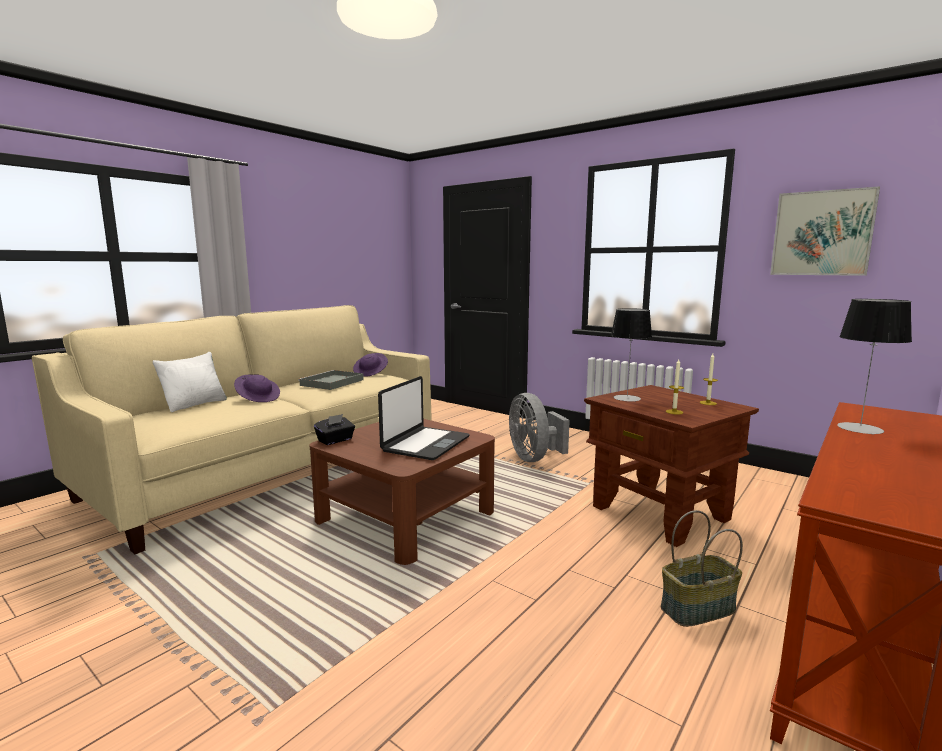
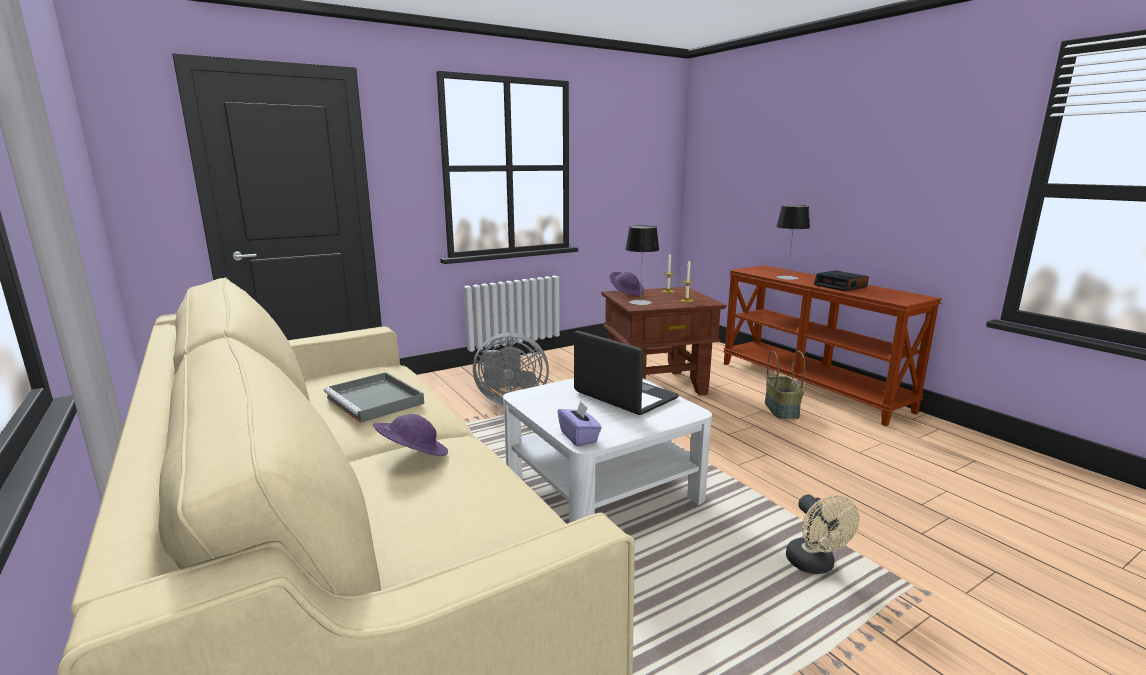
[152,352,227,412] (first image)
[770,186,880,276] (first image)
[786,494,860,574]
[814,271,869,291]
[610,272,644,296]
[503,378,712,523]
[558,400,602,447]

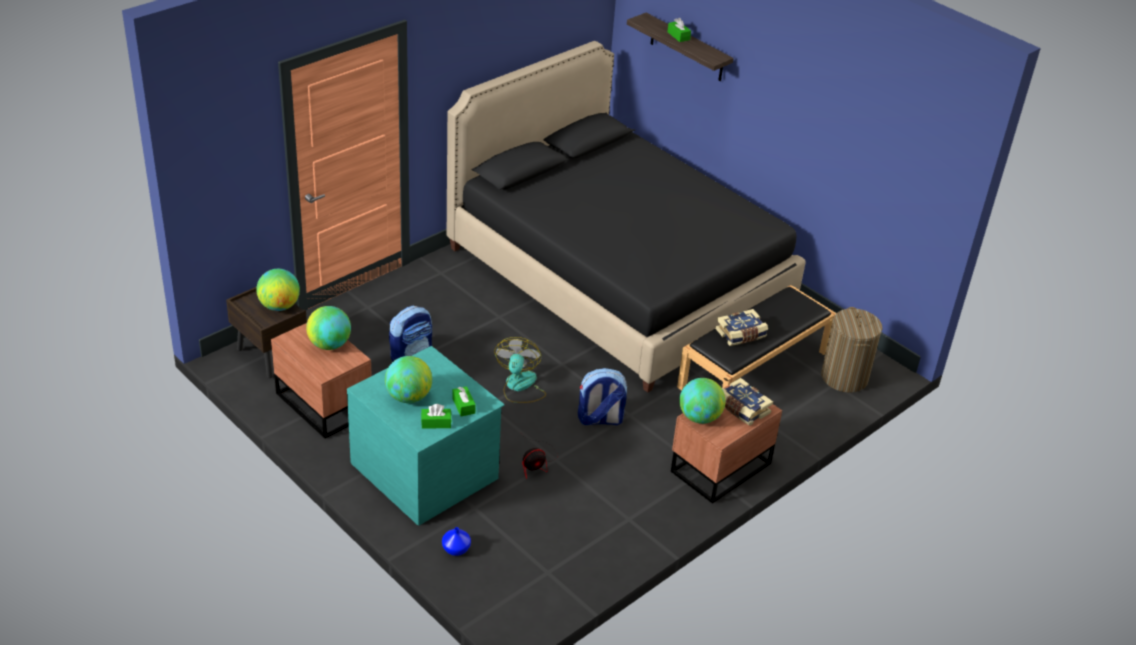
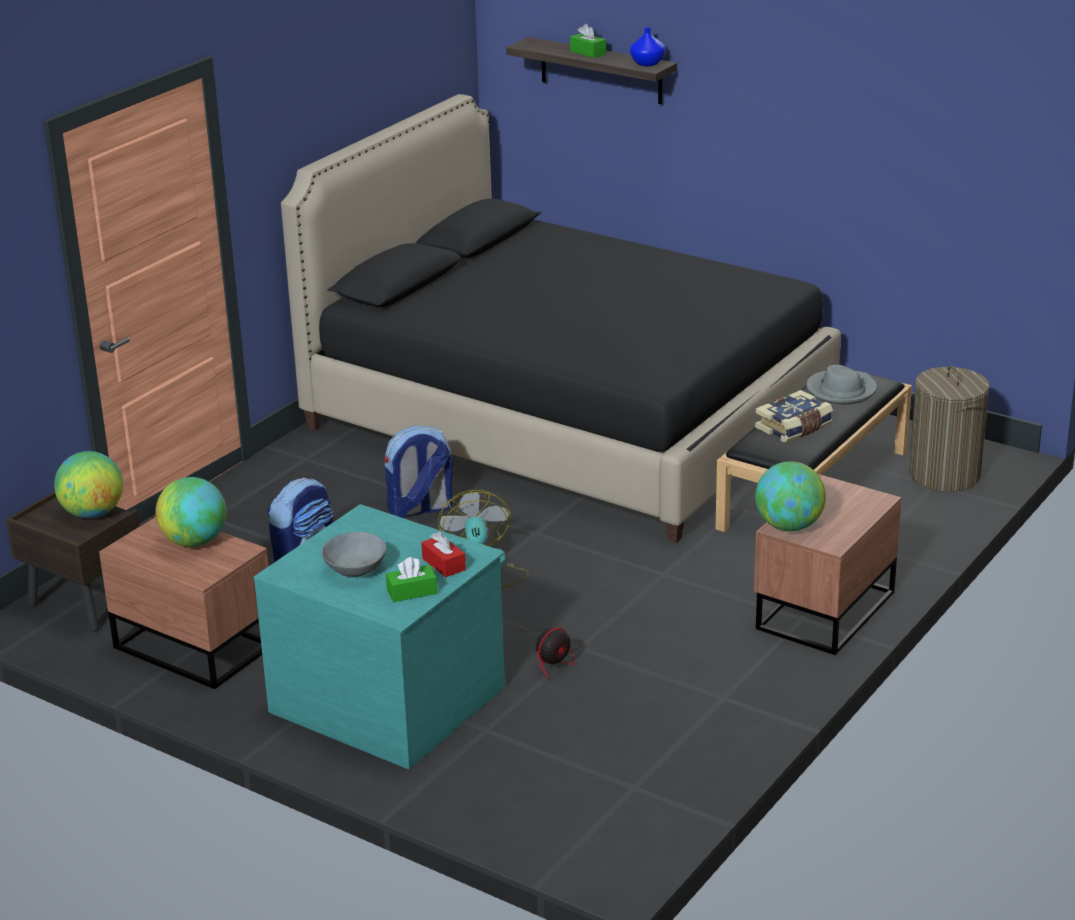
[722,378,773,426] (first image)
[806,365,877,405]
[630,27,665,66]
[384,426,453,518]
[321,532,386,577]
[421,531,466,577]

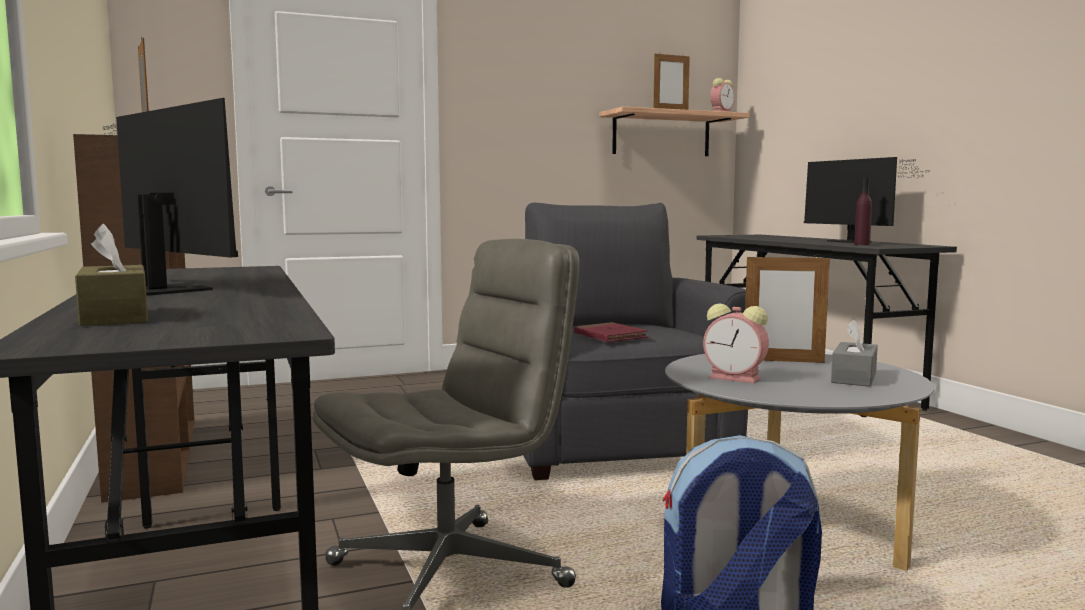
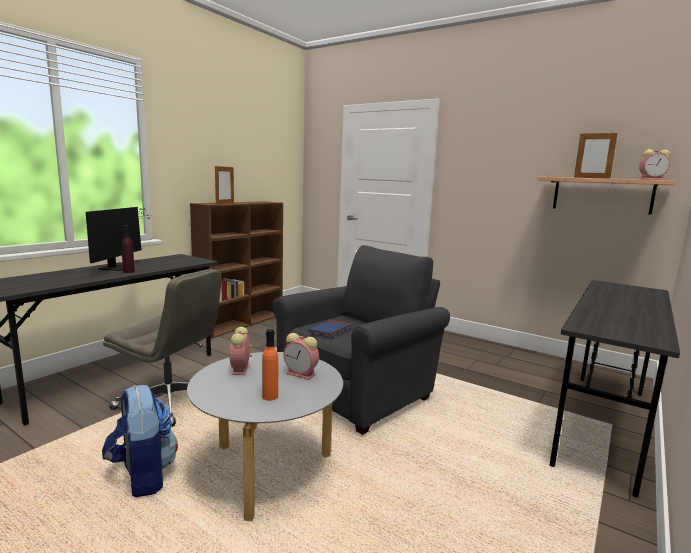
[75,223,148,326] (first image)
[804,157,921,243] (first image)
[121,226,135,273]
[284,333,319,380]
[262,329,278,401]
[308,320,352,337]

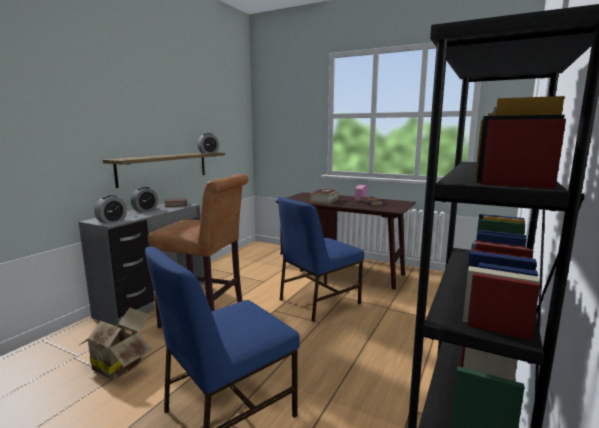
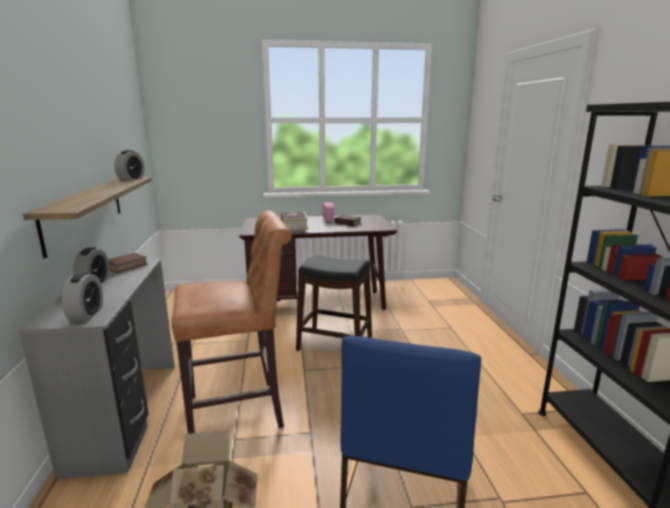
[296,255,372,351]

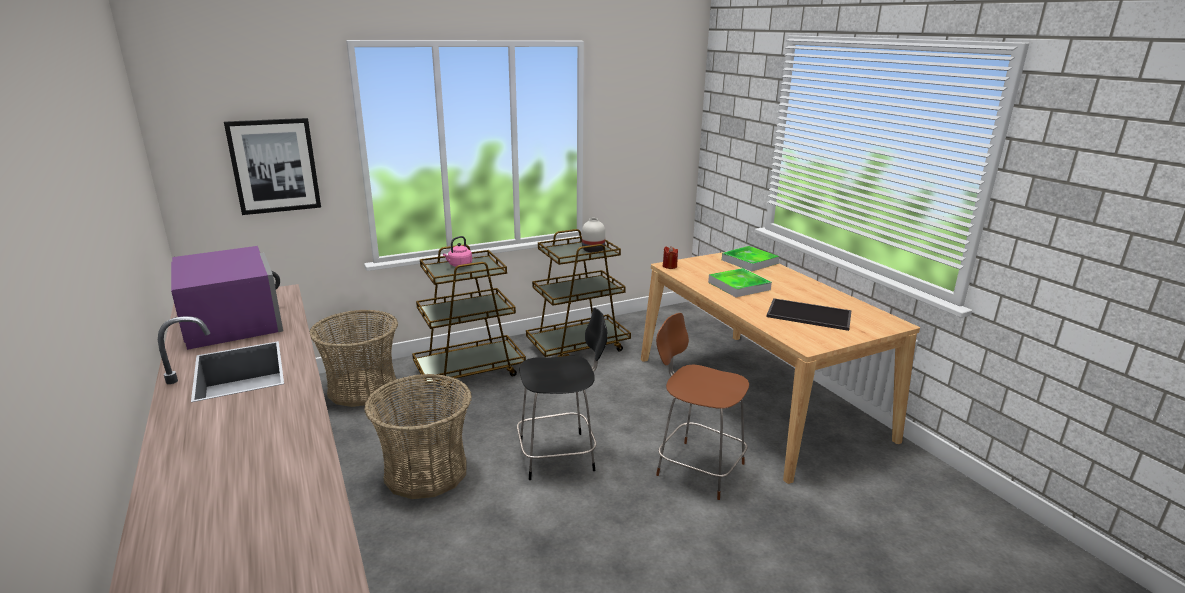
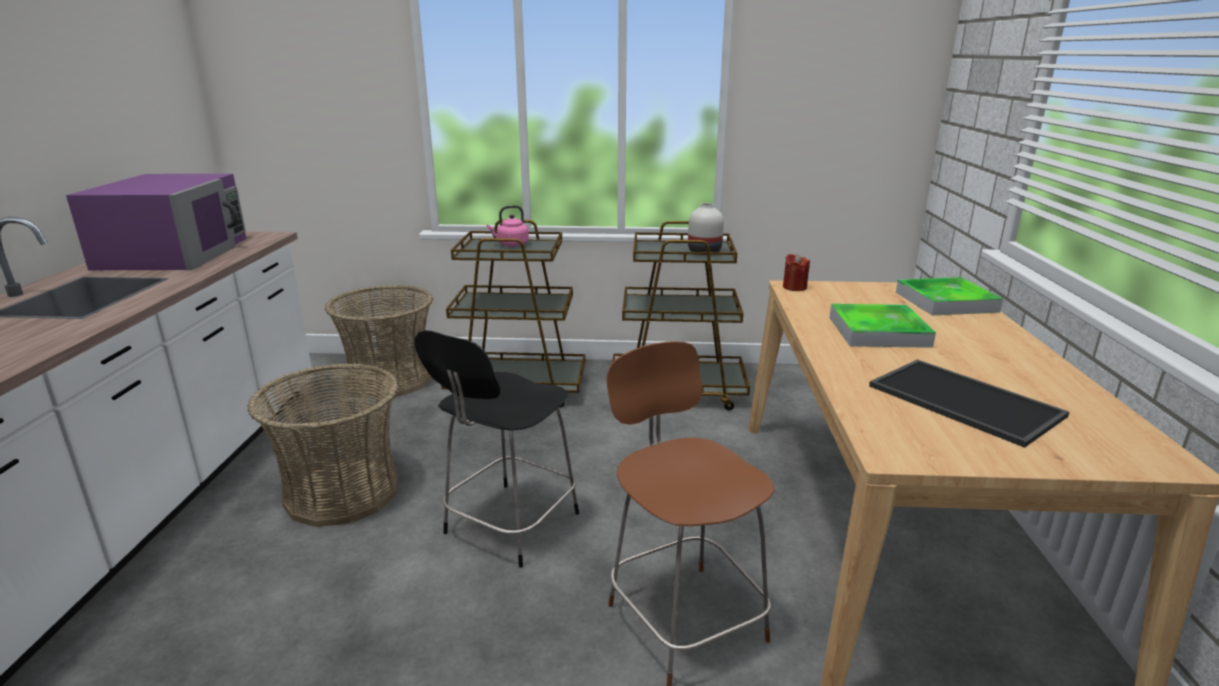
[224,118,321,215] (first image)
[414,330,579,568]

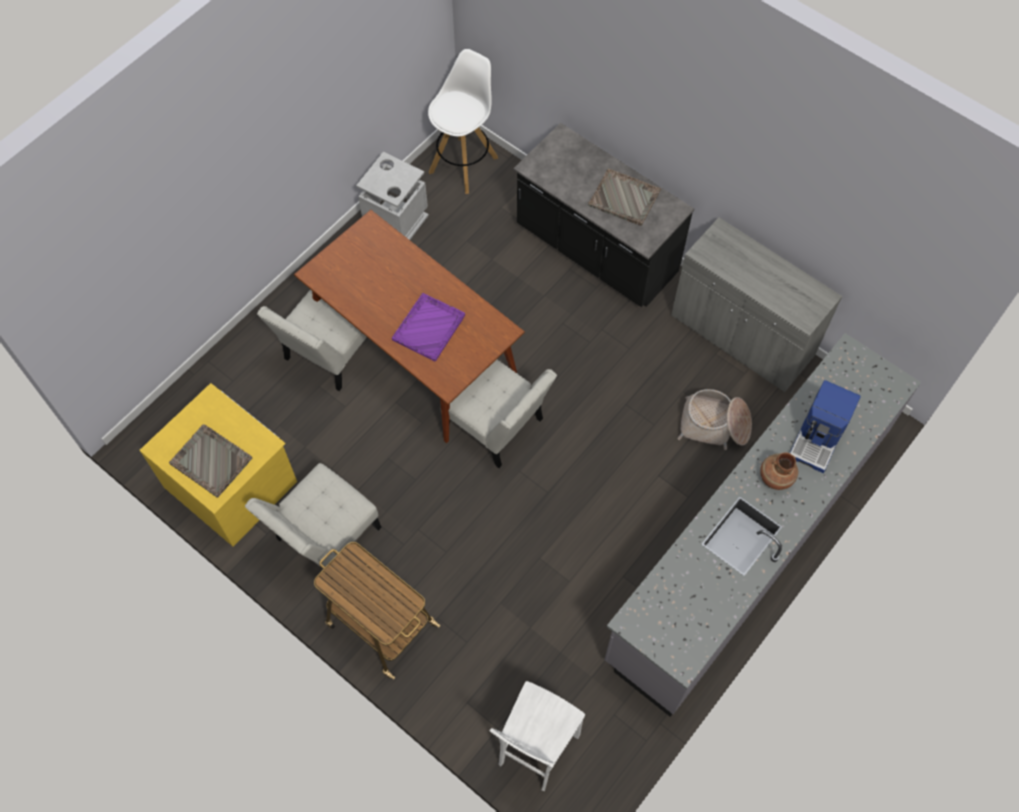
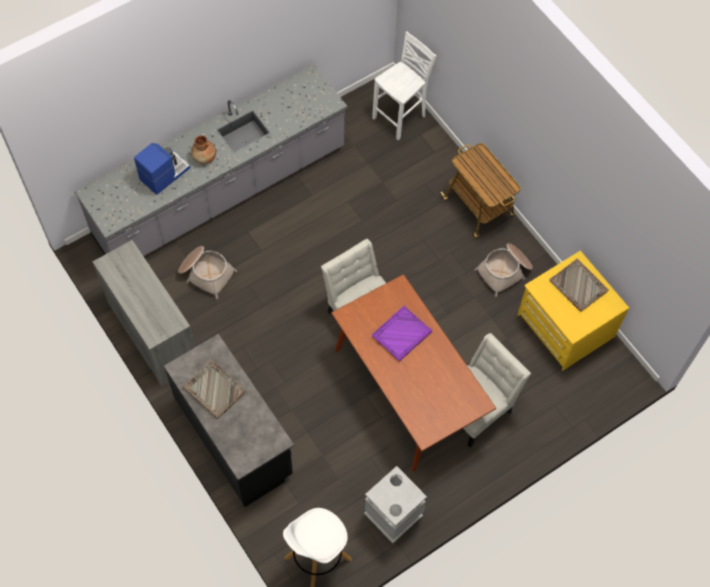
[474,243,533,297]

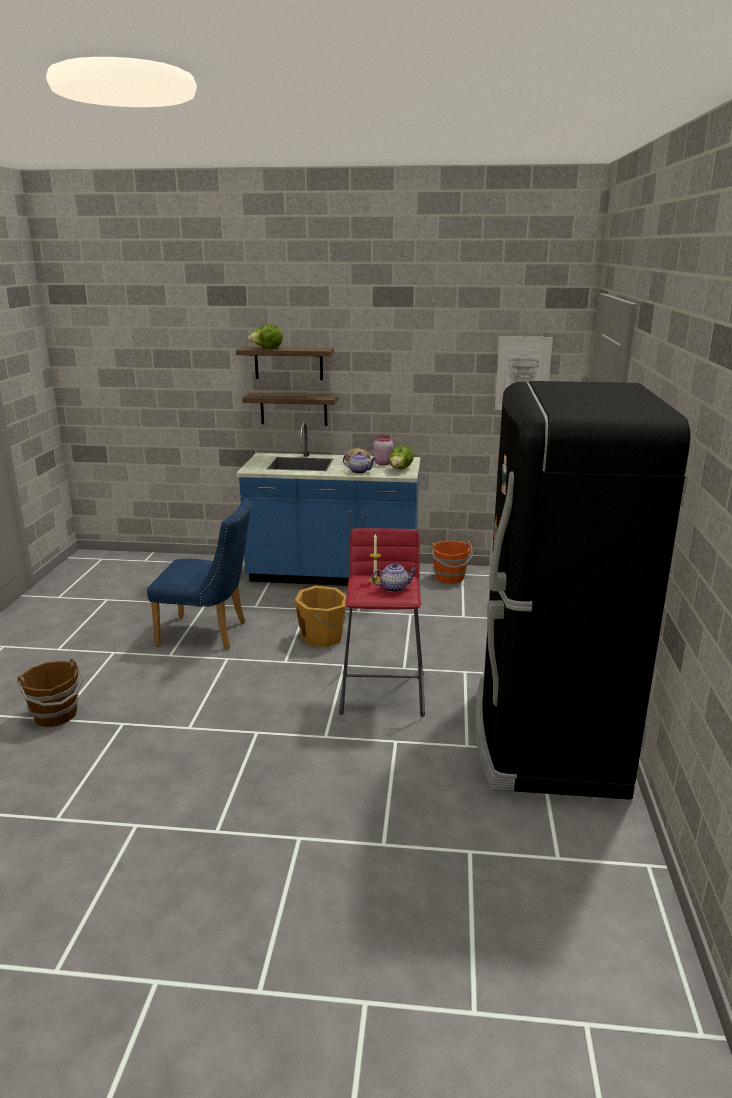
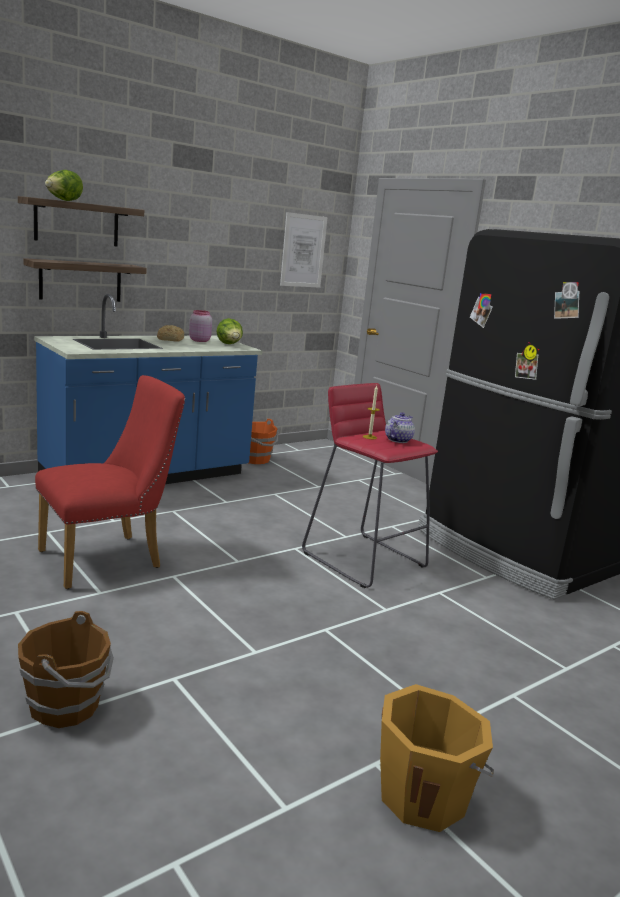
[343,451,376,474] (first image)
[380,684,494,832]
[35,375,185,589]

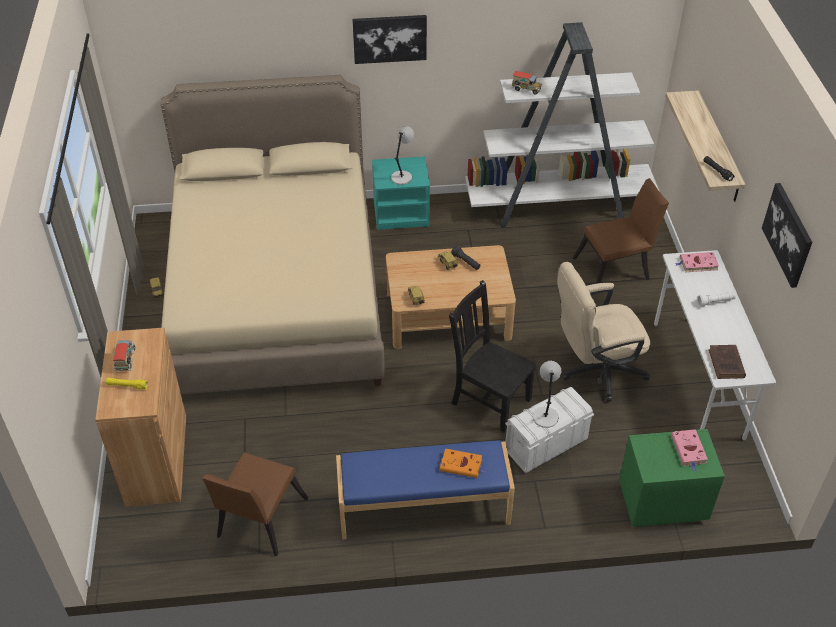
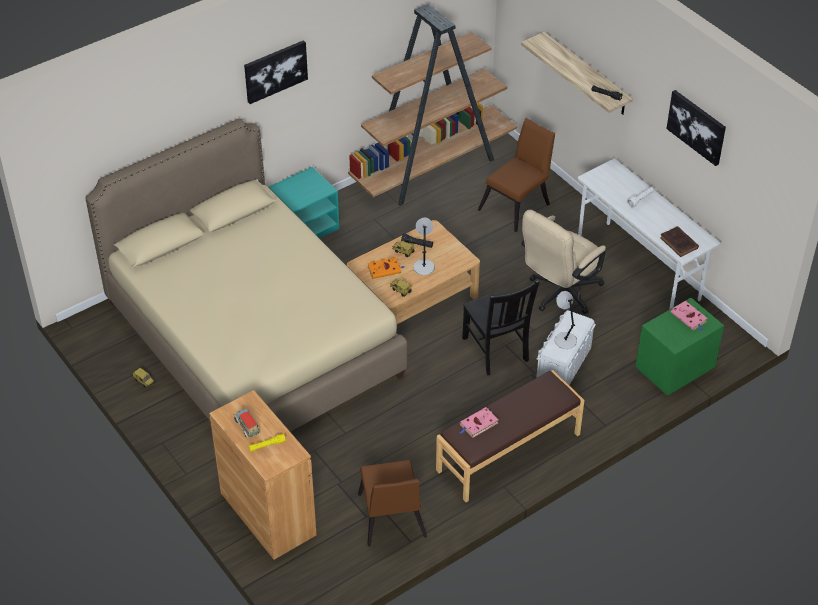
[512,71,542,95] (first image)
[413,218,435,275]
[368,257,405,279]
[459,407,499,438]
[436,370,584,502]
[348,4,517,206]
[462,280,540,375]

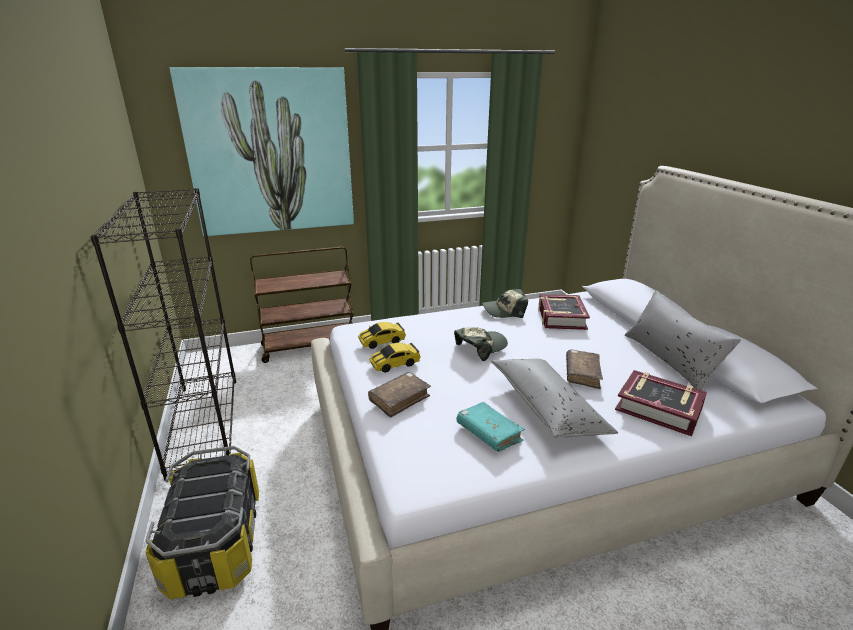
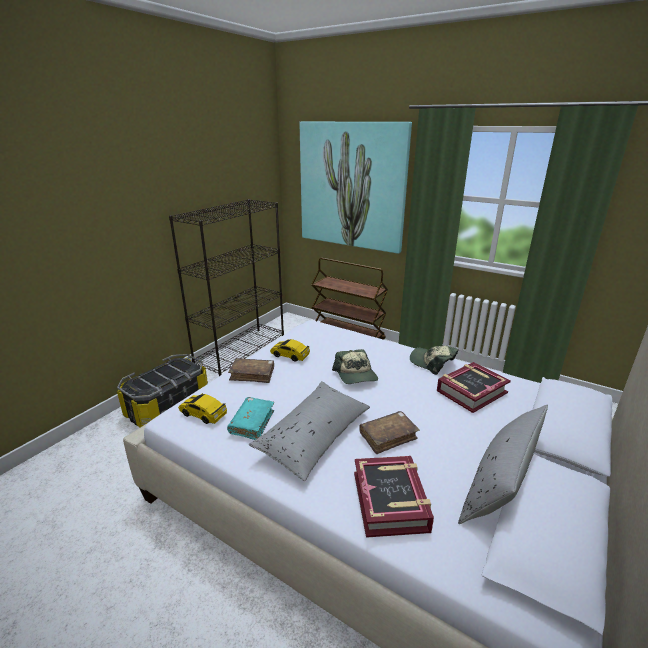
[178,393,227,424]
[332,349,378,384]

